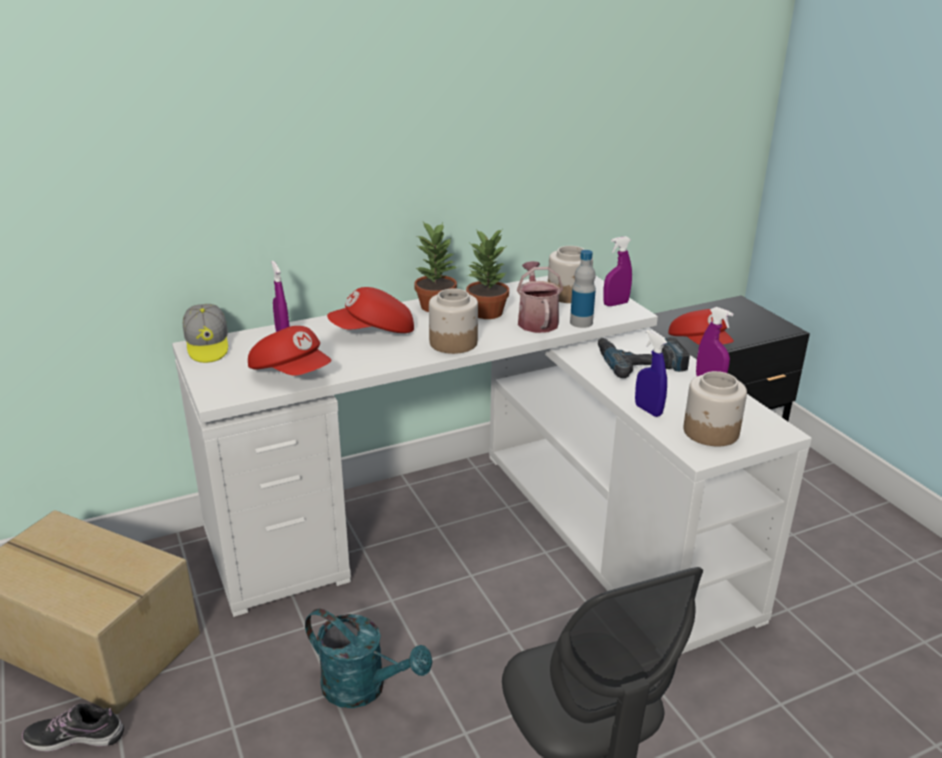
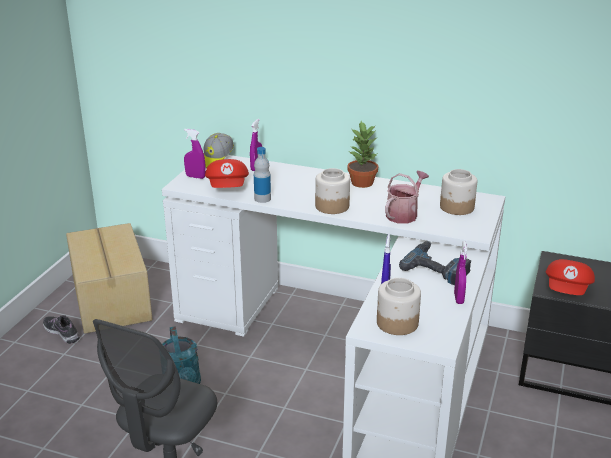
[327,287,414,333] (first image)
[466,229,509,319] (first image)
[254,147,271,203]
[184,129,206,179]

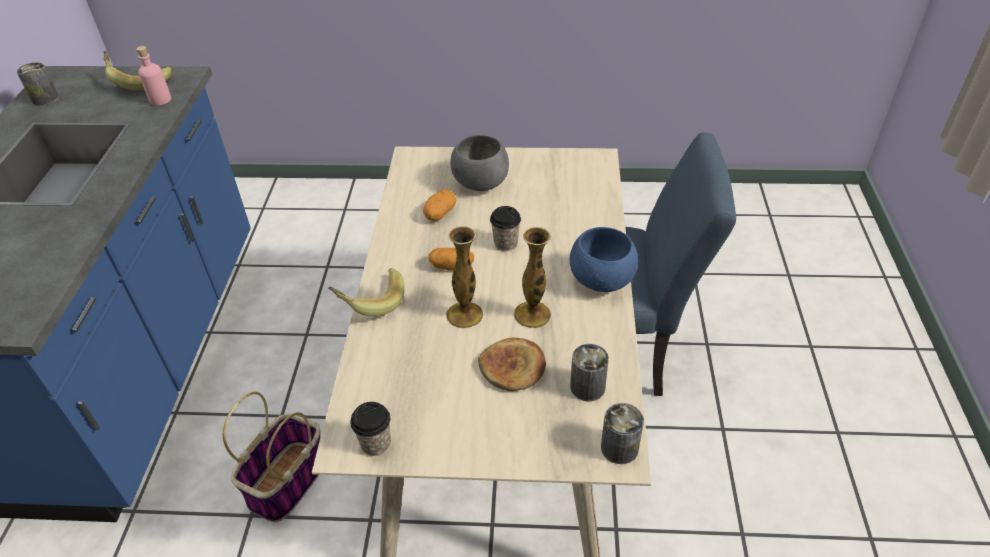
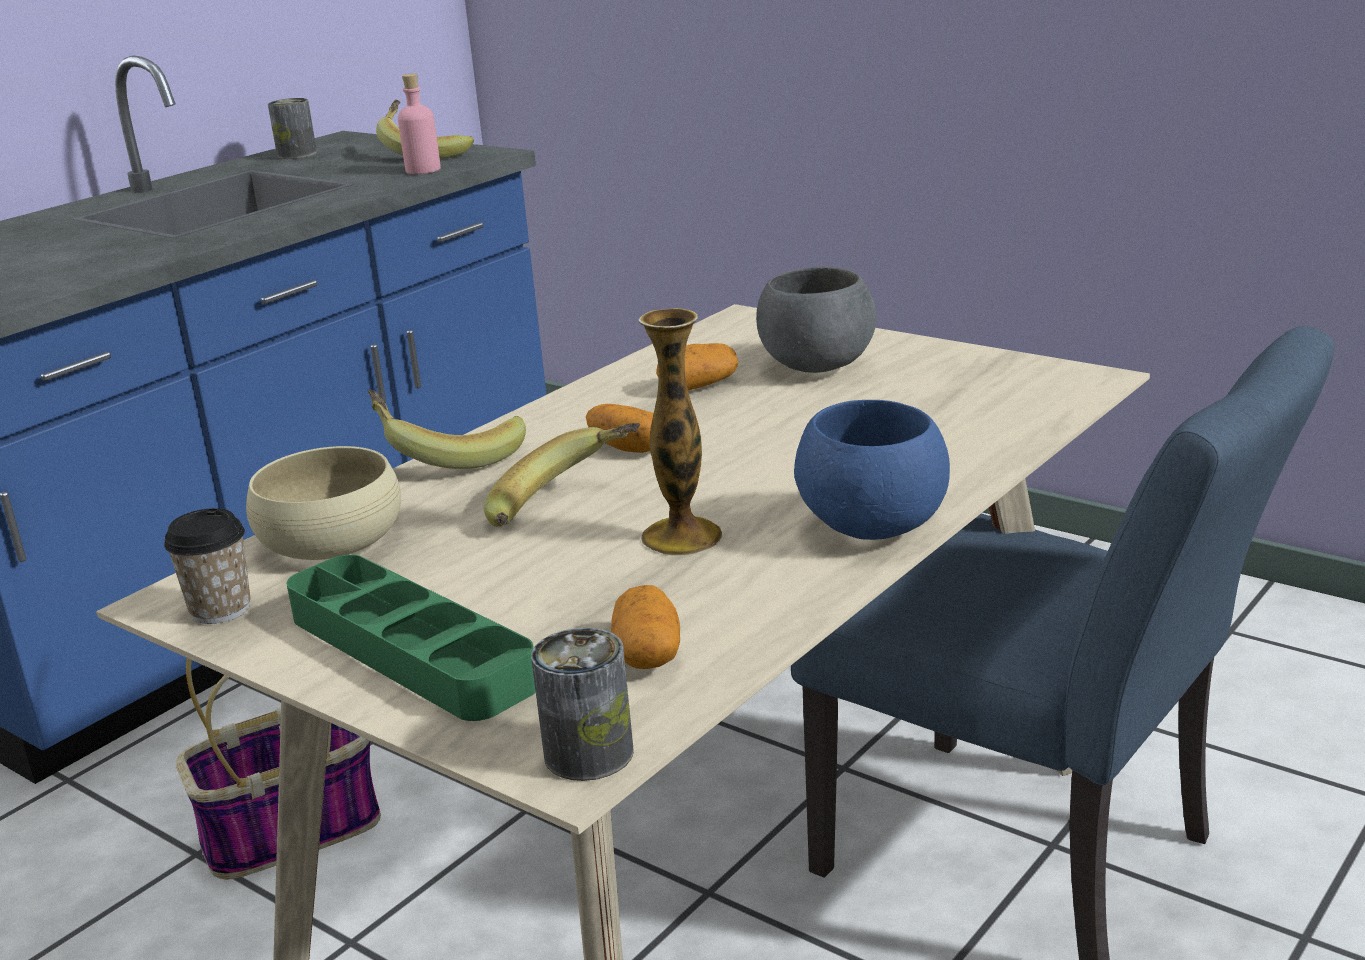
[478,338,546,391] (first image)
[490,206,521,251] (first image)
[246,446,401,560]
[287,555,536,721]
[484,423,640,527]
[611,585,680,669]

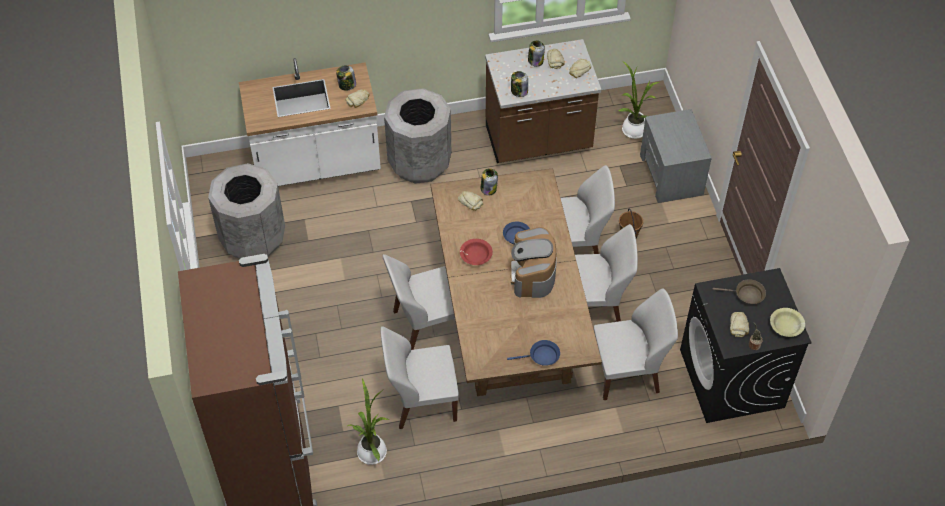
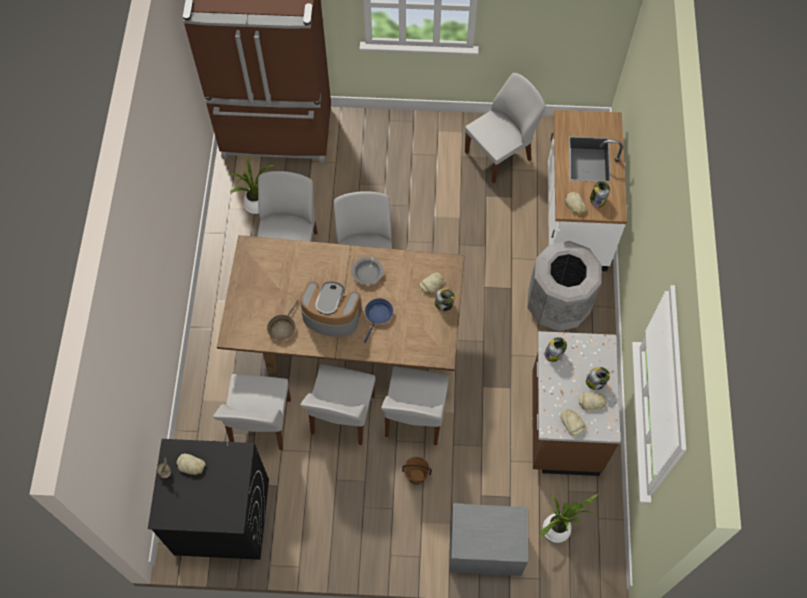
[507,340,560,366] (first image)
[770,308,805,337] (first image)
[267,300,299,340]
[465,73,546,184]
[352,257,383,285]

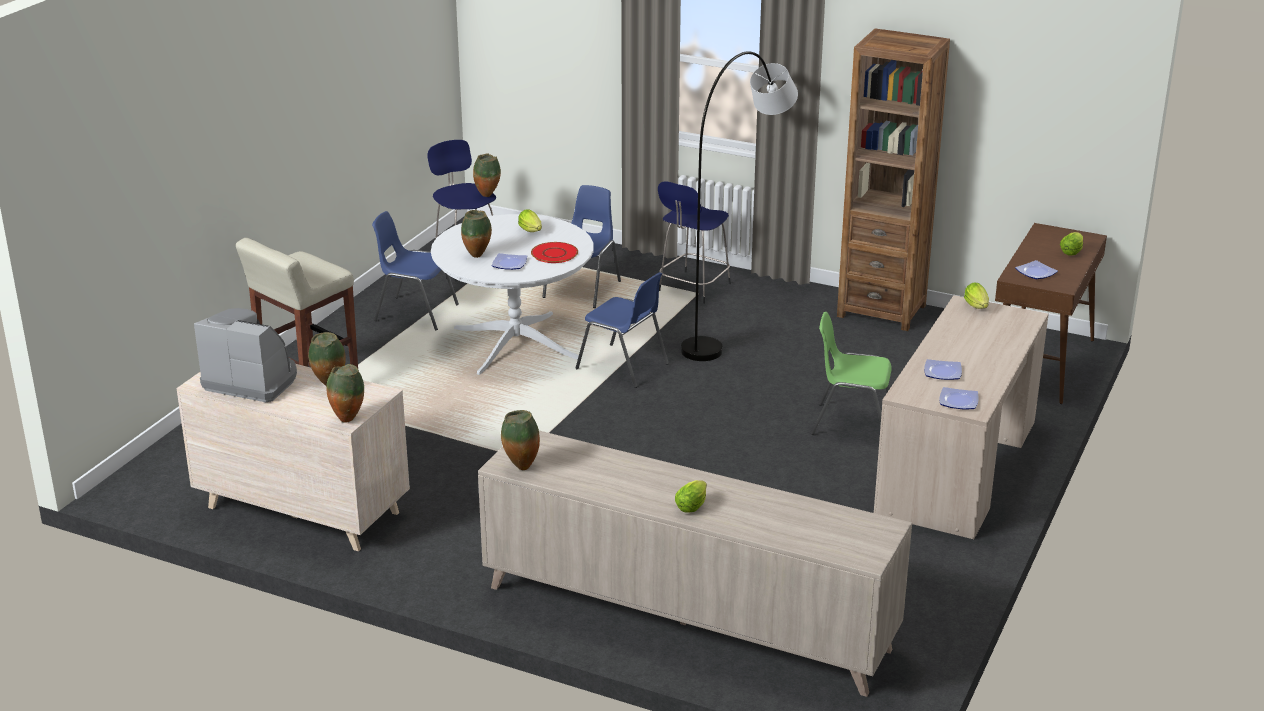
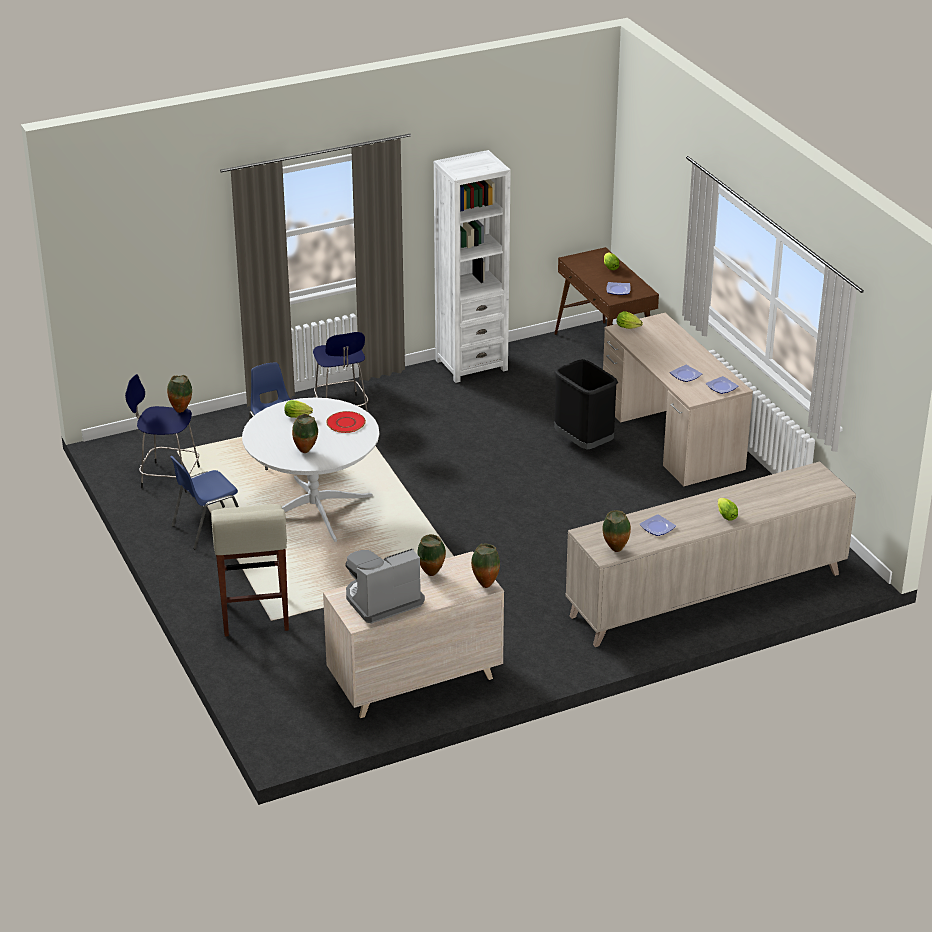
[575,272,669,388] (first image)
[681,51,798,361] (first image)
[639,514,676,536]
[554,359,618,449]
[434,150,511,383]

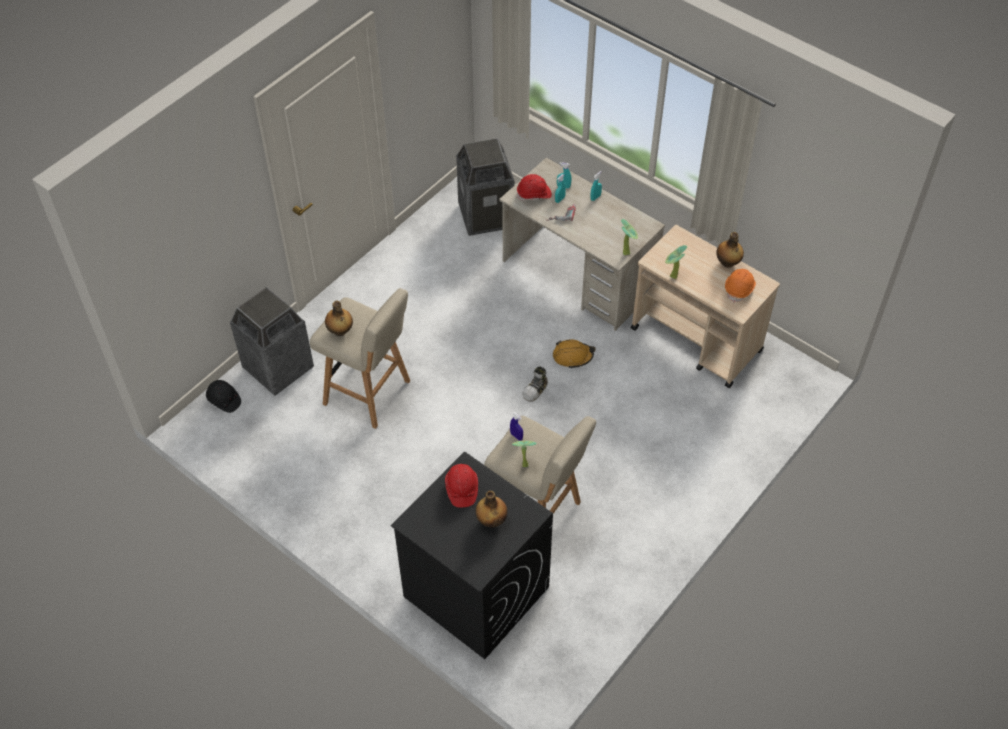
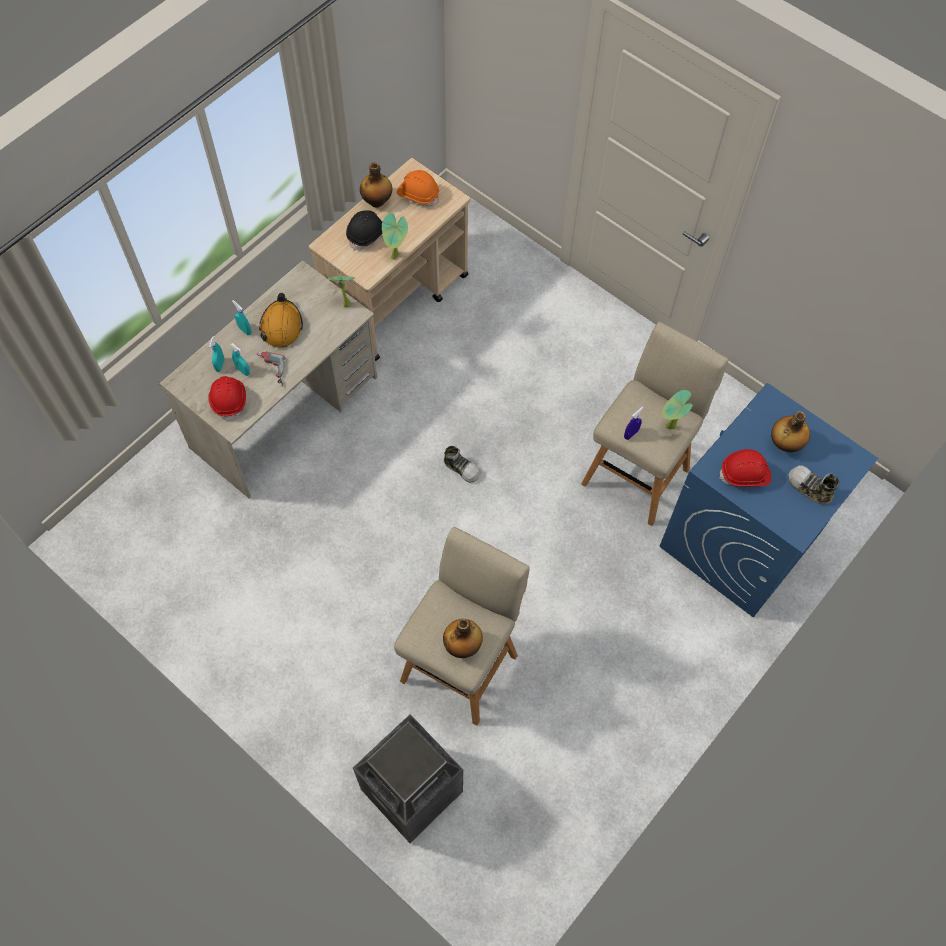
[456,138,514,236] (first image)
[788,465,840,505]
[346,210,383,251]
[259,293,303,348]
[660,383,878,617]

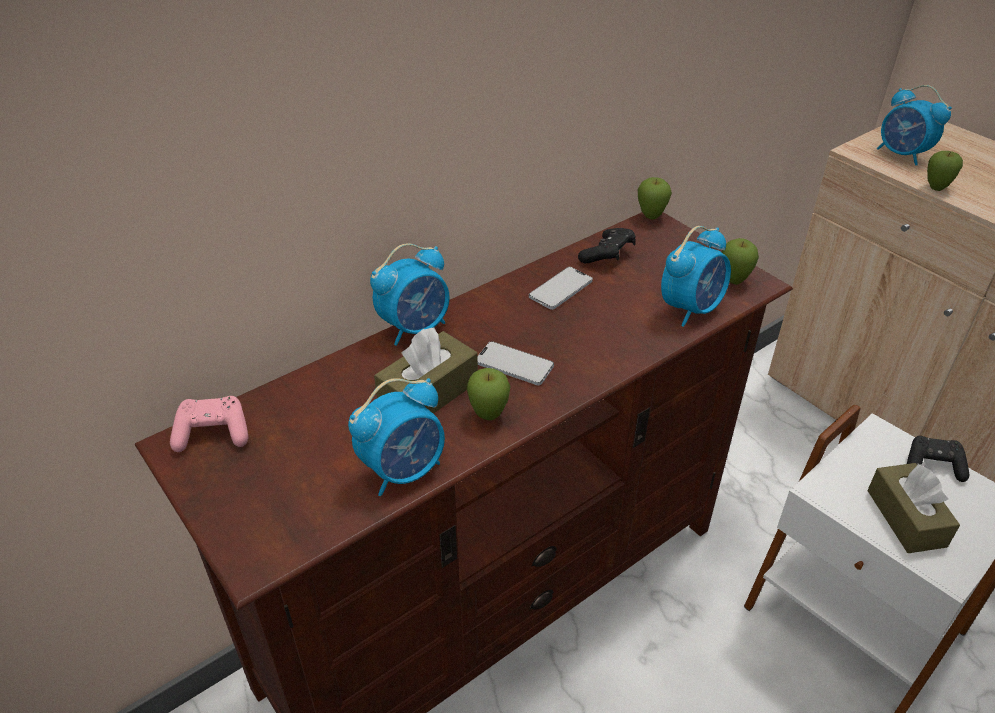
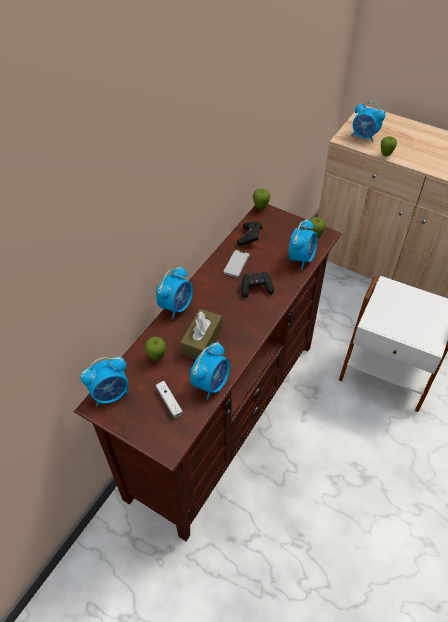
[477,341,554,385] (first image)
[867,463,960,553] (first image)
[156,381,183,418]
[145,337,166,361]
[242,272,274,298]
[80,356,129,407]

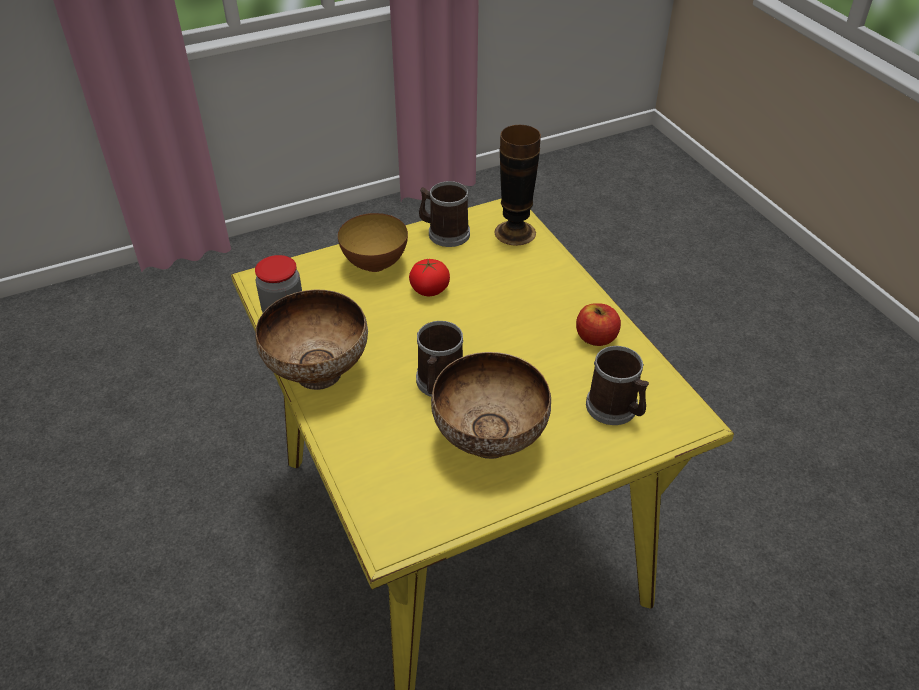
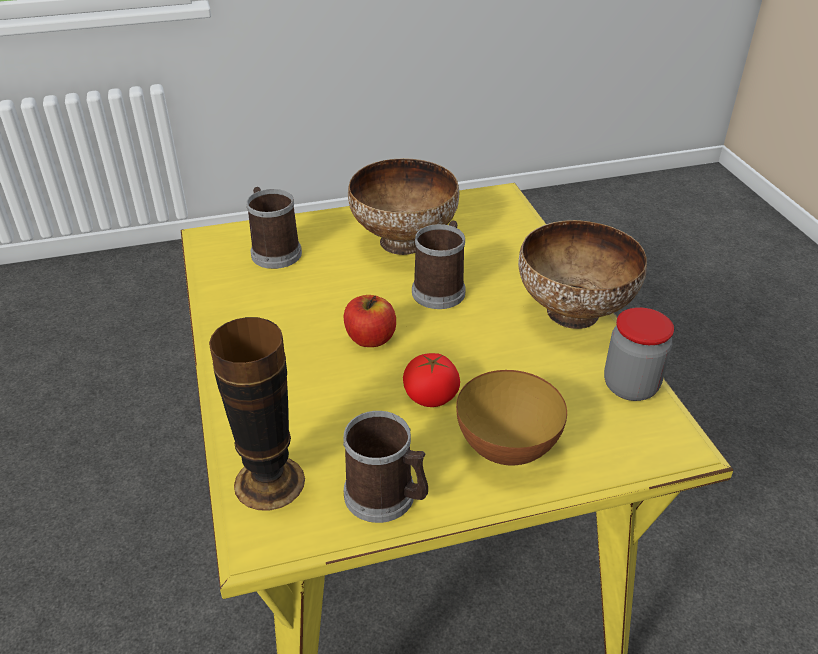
[344,295,396,347]

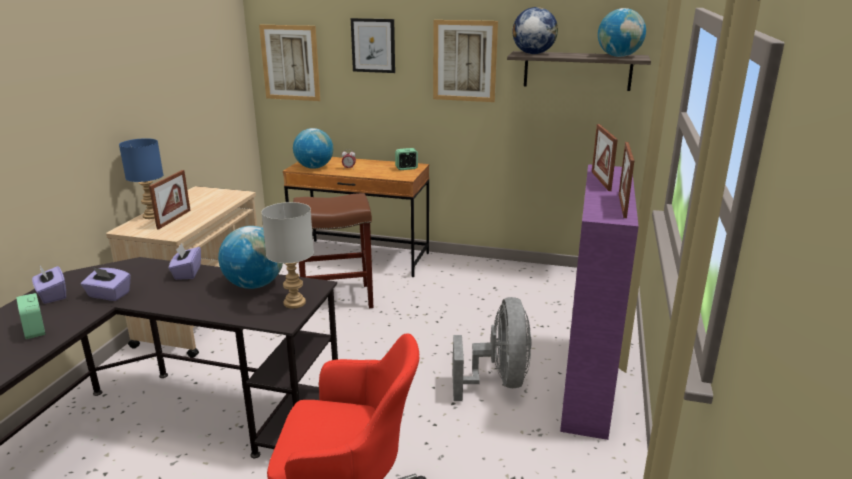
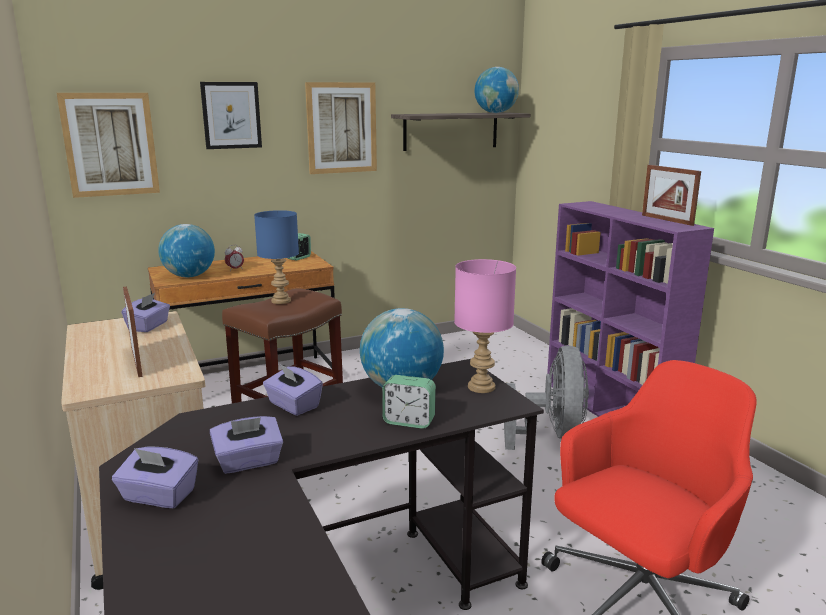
[512,7,558,54] (first image)
[592,124,618,191] (first image)
[121,293,170,332]
[382,375,436,429]
[254,210,299,304]
[454,259,516,393]
[504,345,589,450]

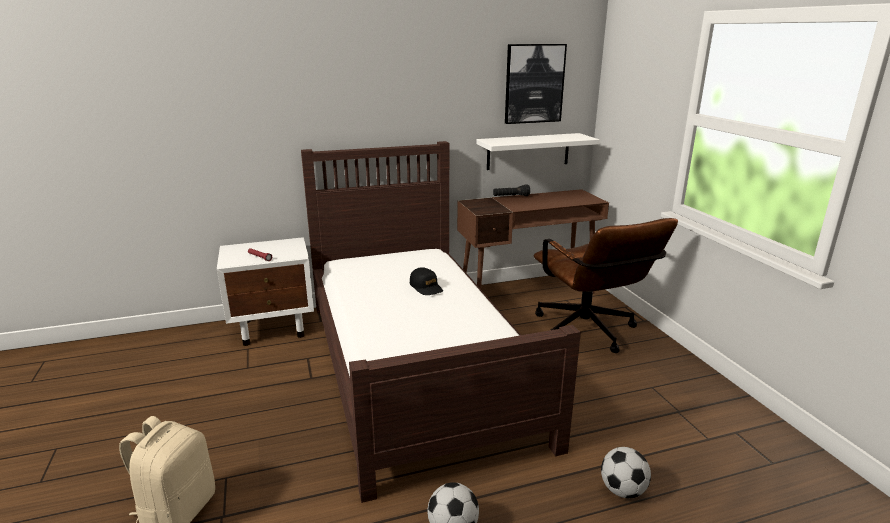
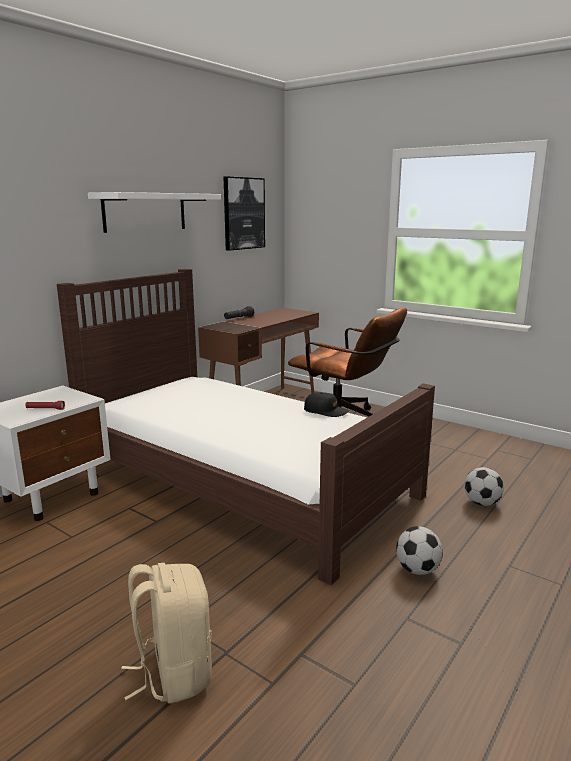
[304,392,349,417]
[88,192,221,233]

